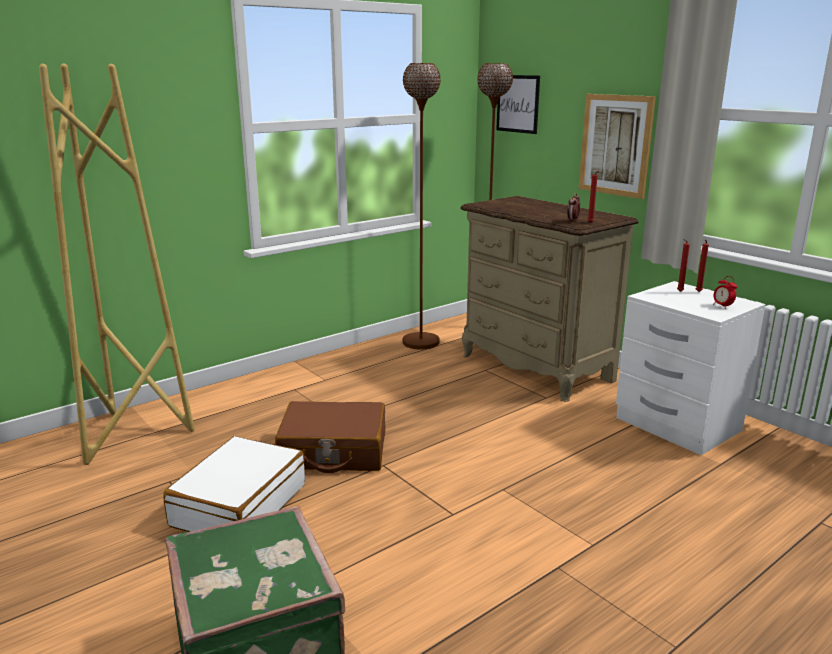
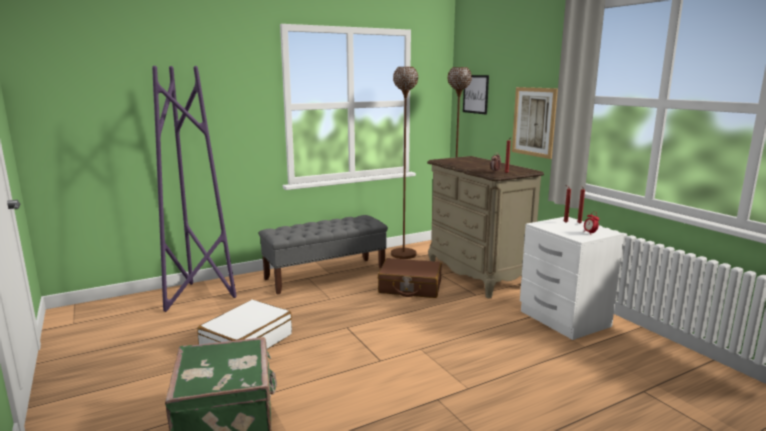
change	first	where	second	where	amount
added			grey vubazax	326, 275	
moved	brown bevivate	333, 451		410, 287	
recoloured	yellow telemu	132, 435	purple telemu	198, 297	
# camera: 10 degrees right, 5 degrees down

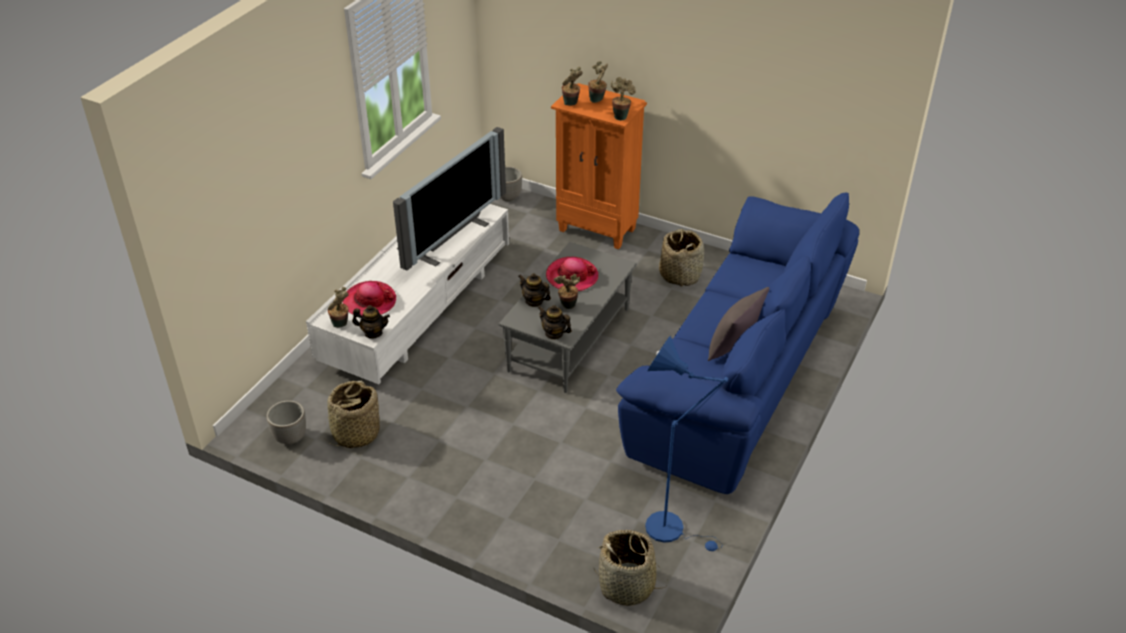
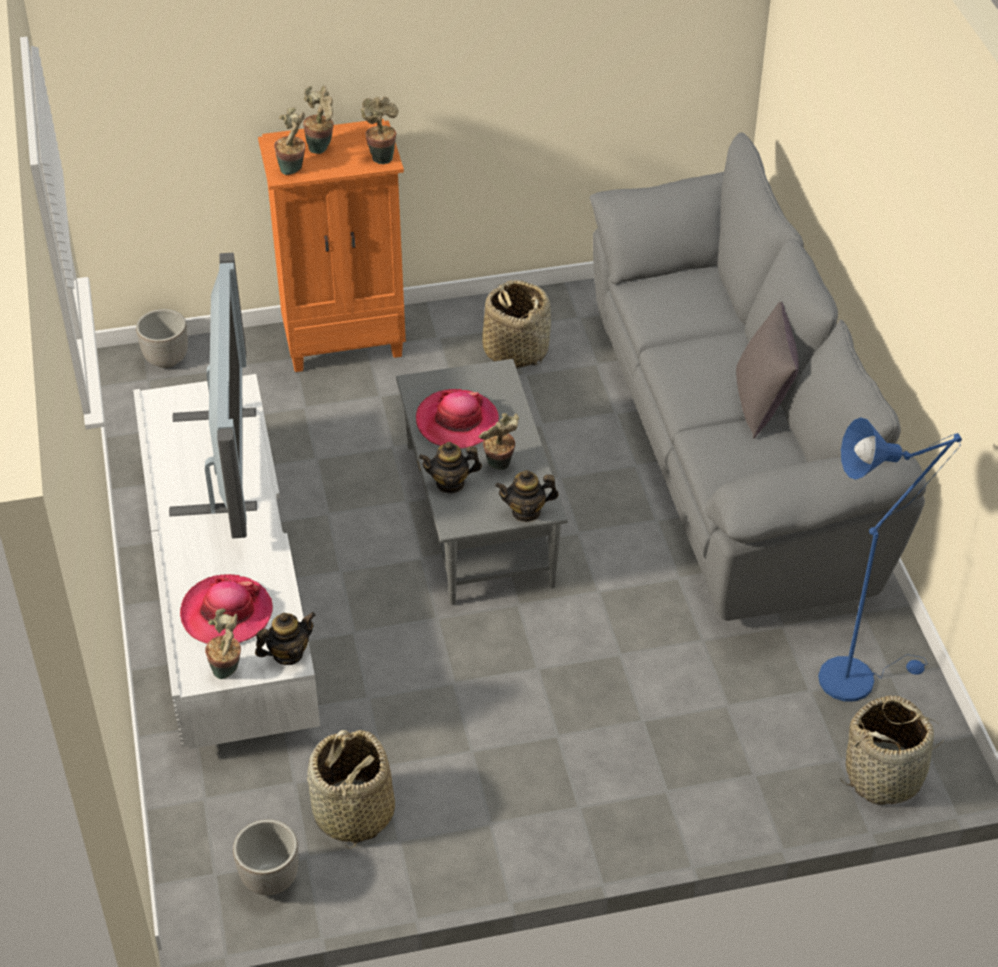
change	first	where	second	where	amount
recoloured	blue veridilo	736, 383	grey veridilo	729, 453	
# camera: 40 degrees left, 5 degrees up

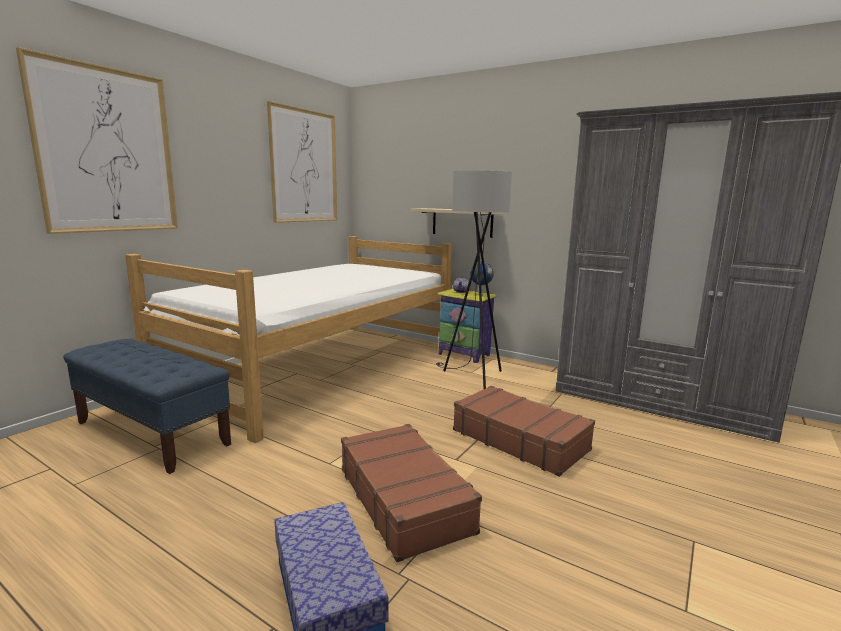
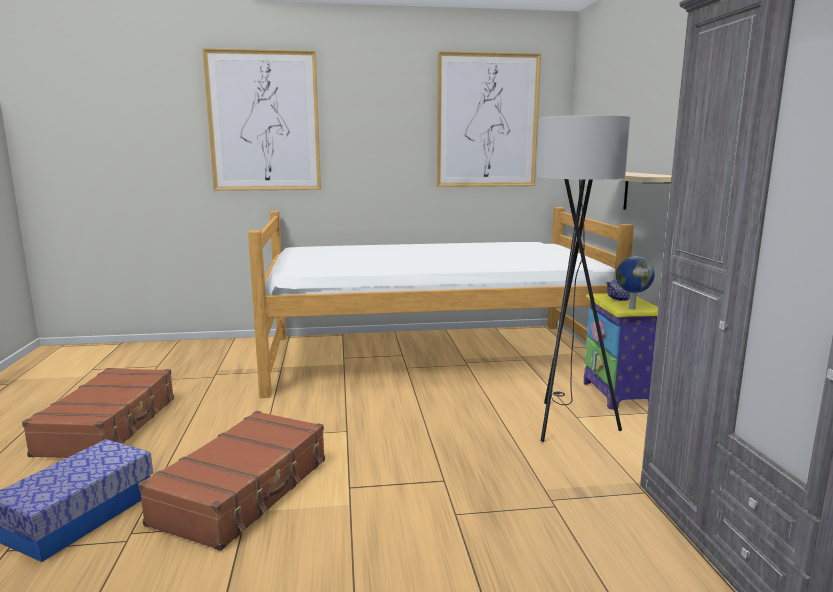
change	first	where	second	where	amount
removed	blue vubazax	152, 433			
moved	brown bevivate	520, 440		110, 425	
# camera: 50 degrees right, 0 degrees up

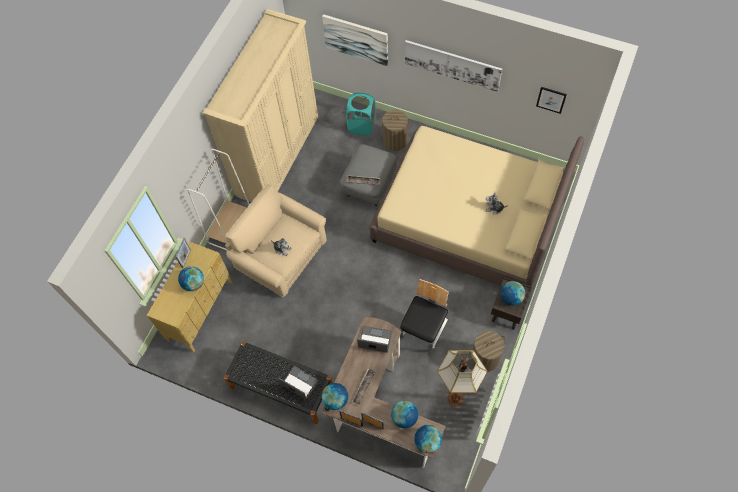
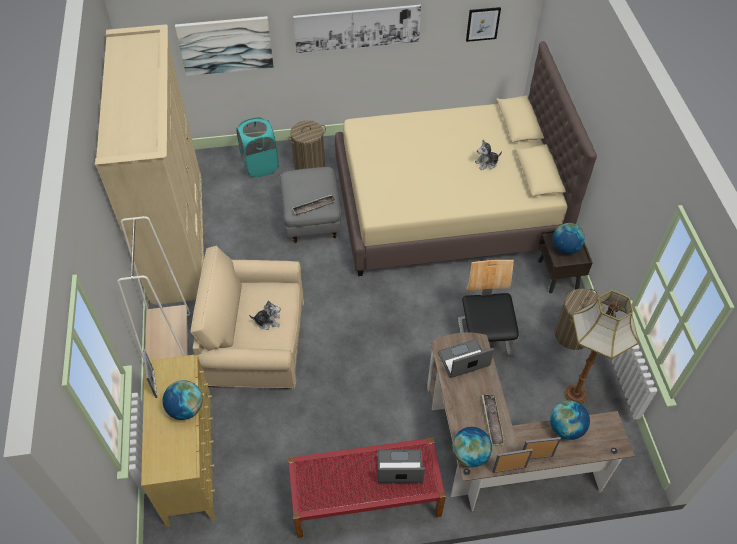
change	first	where	second	where	amount
removed	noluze	427, 441			
recoloured	black vubazax	282, 388	red vubazax	365, 498	
# camera: 35 degrees left, 10 degrees down

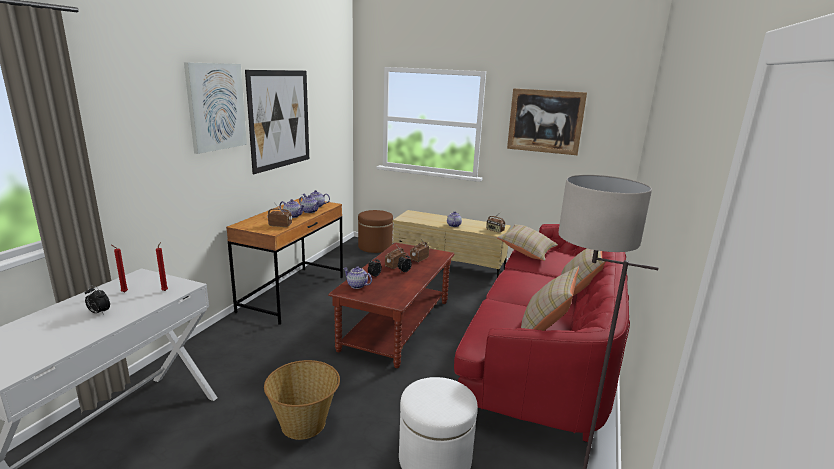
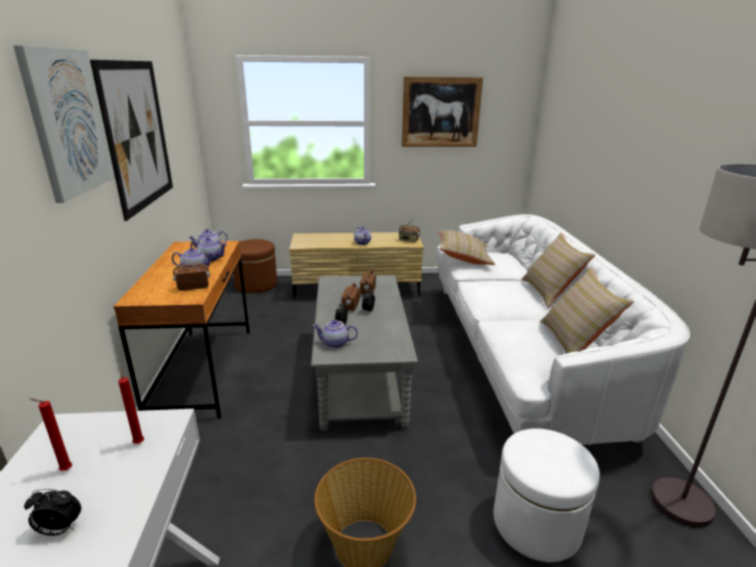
change	first	where	second	where	amount
recoloured	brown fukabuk	396, 325	grey fukabuk	360, 374	
recoloured	red veridilo	545, 346	white veridilo	519, 353	
# camera: 25 degrees left, 5 degrees up

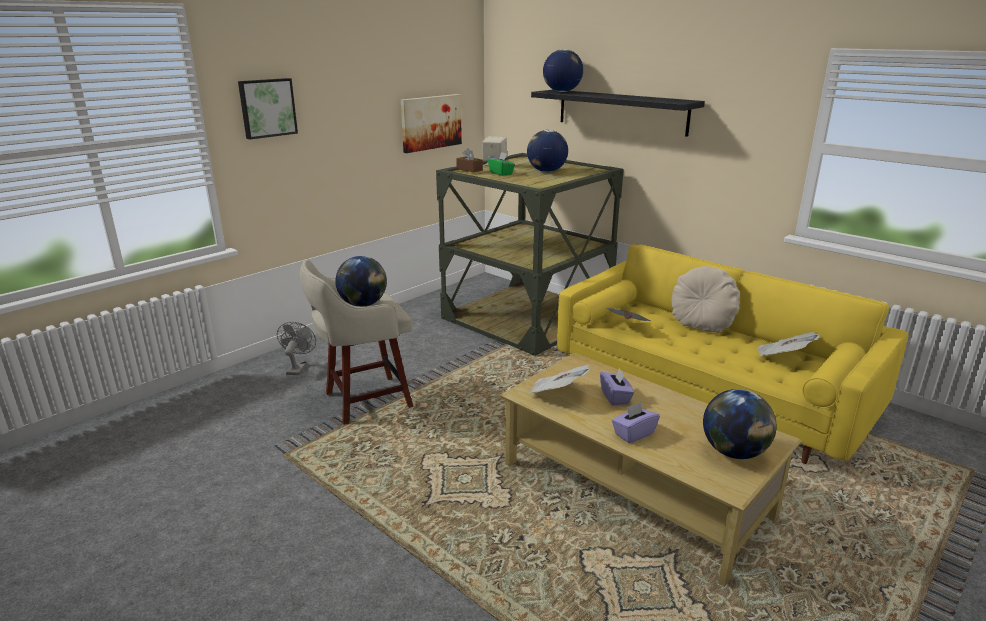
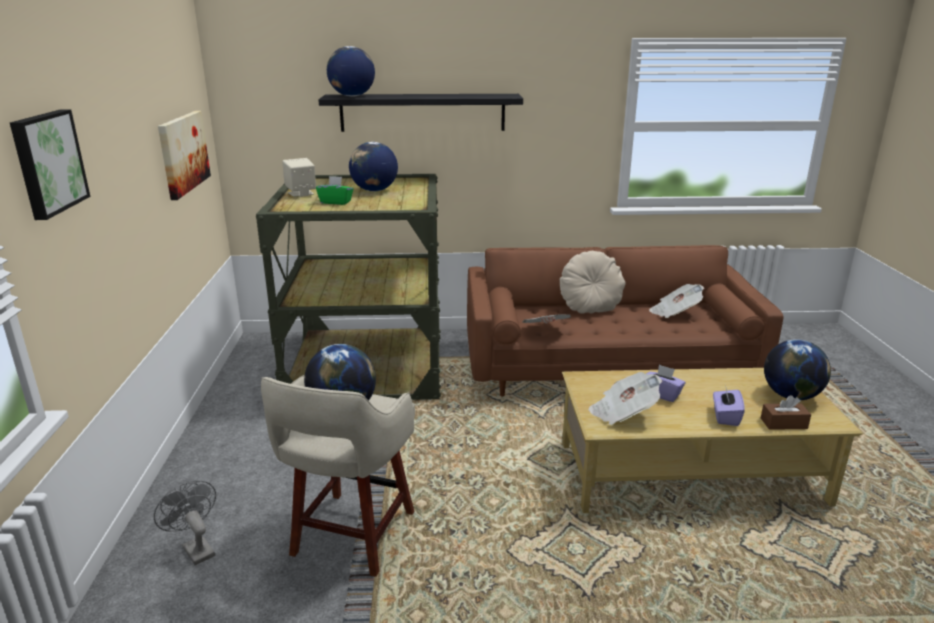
change	first	where	second	where	amount
moved	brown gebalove	469, 169		783, 423	
recoloured	yellow veridilo	710, 390	brown veridilo	606, 366	
# camera: 45 degrees left, 0 degrees up

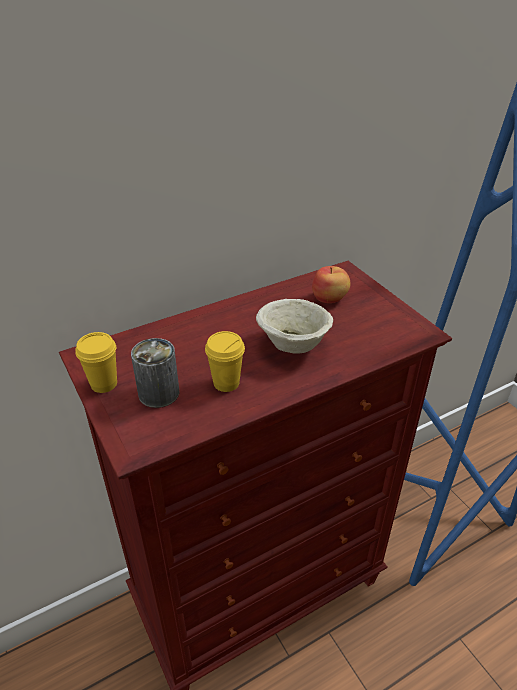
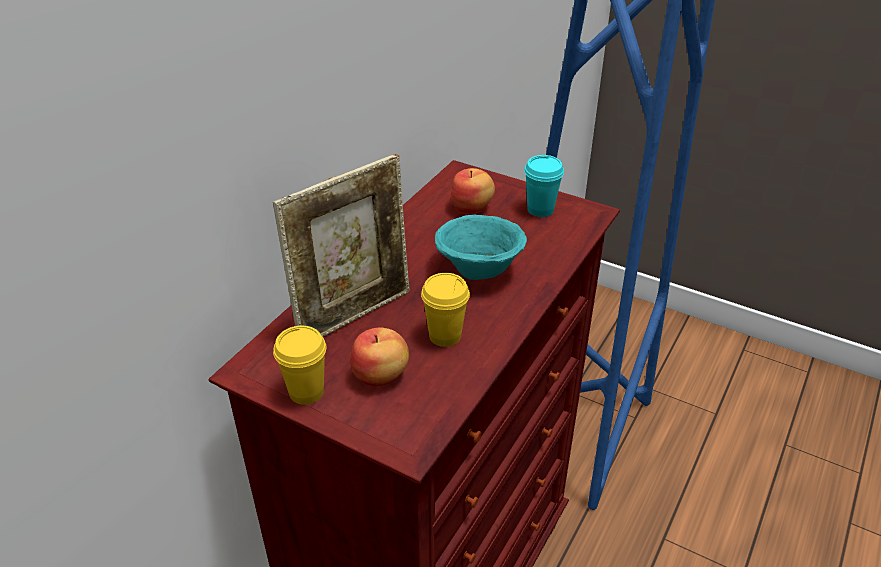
change	first	where	second	where	amount
added			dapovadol	354, 314	
added			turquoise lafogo	540, 210	
replaced	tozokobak	159, 393	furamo	381, 376	
recoloured	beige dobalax	292, 346	turquoise dobalax	478, 271	
# camera: 30 degrees left, 0 degrees up

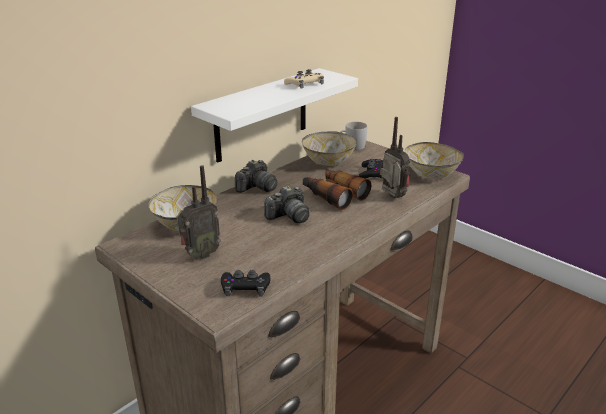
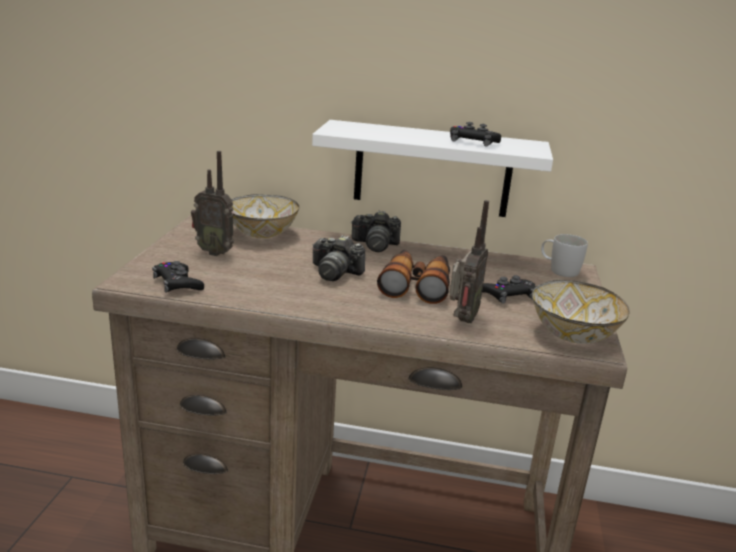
change	first	where	second	where	amount
removed	dobalax	328, 162			
recoloured	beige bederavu	305, 84	black bederavu	473, 142	
# camera: 55 degrees right, 5 degrees down

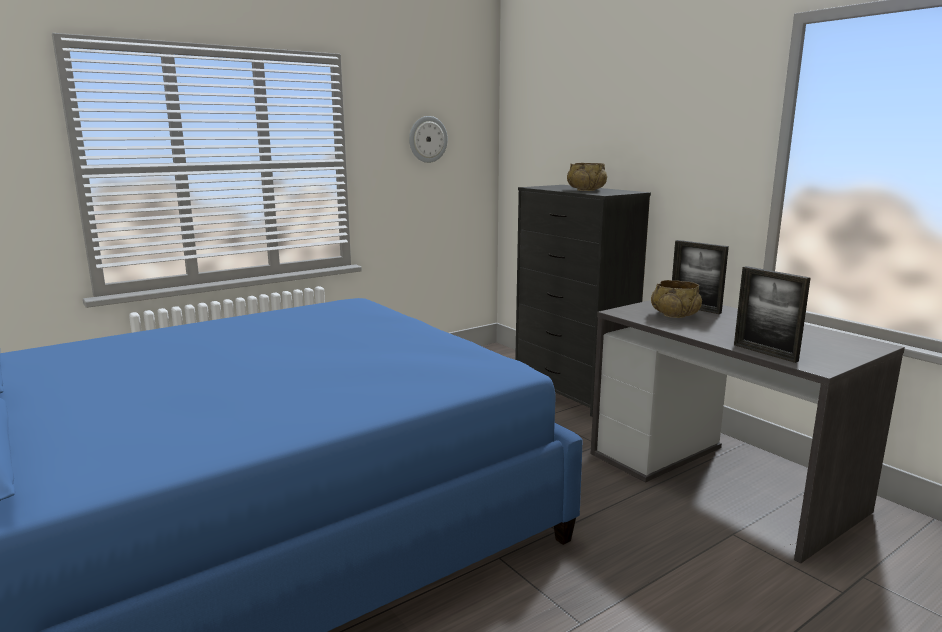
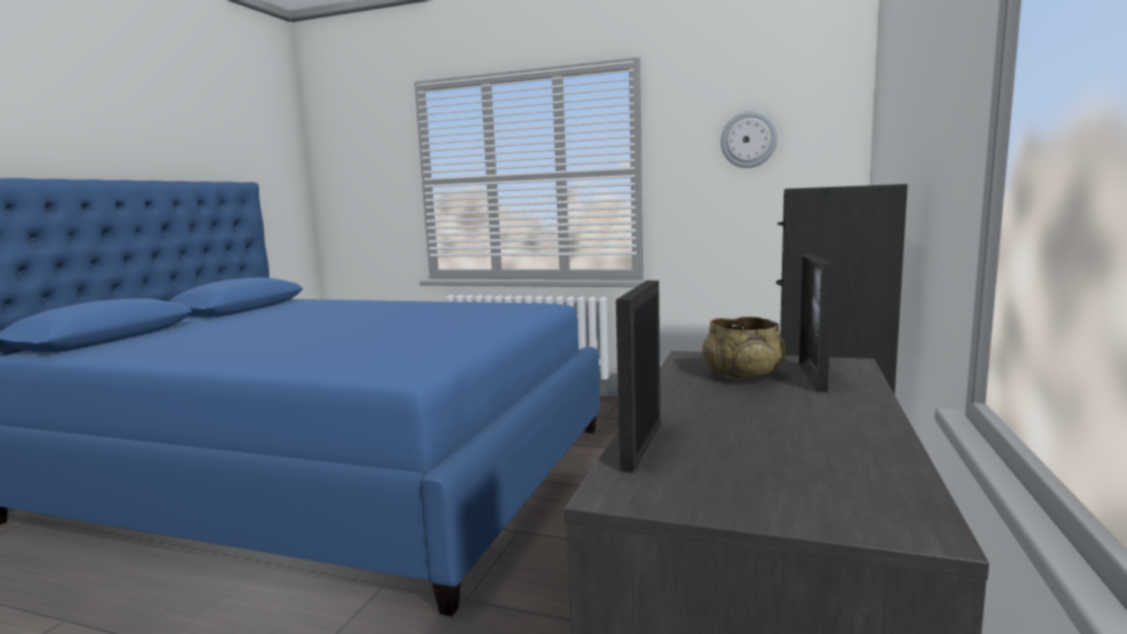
change	first	where	second	where	amount
removed	beige dobalax	586, 190			
# camera: 55 degrees right, 5 degrees down

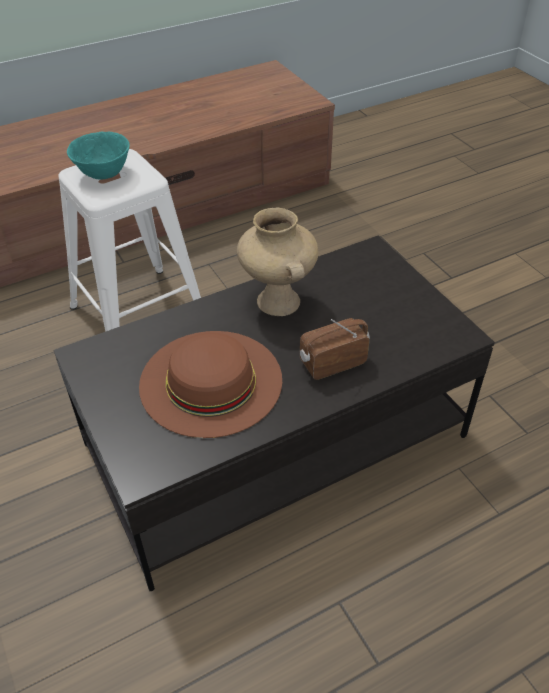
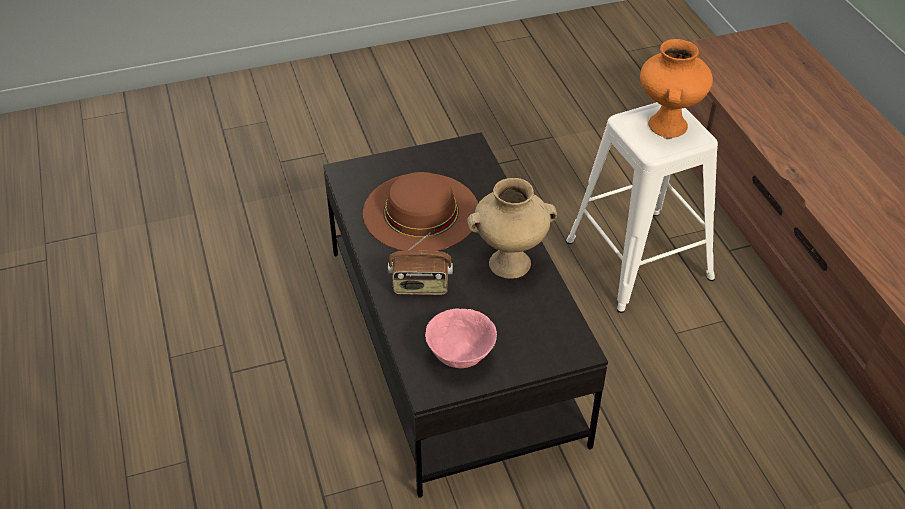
change	first	where	second	where	amount
added			pink dobalax	461, 357	
replaced	turquoise dobalax	103, 174	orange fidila	666, 124	
turned	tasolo	332, 362		420, 286	105 degrees clockwise
# camera: 100 degrees right, 0 degrees up

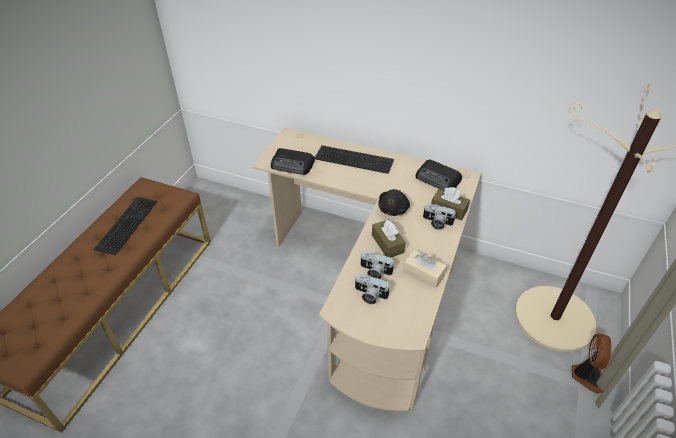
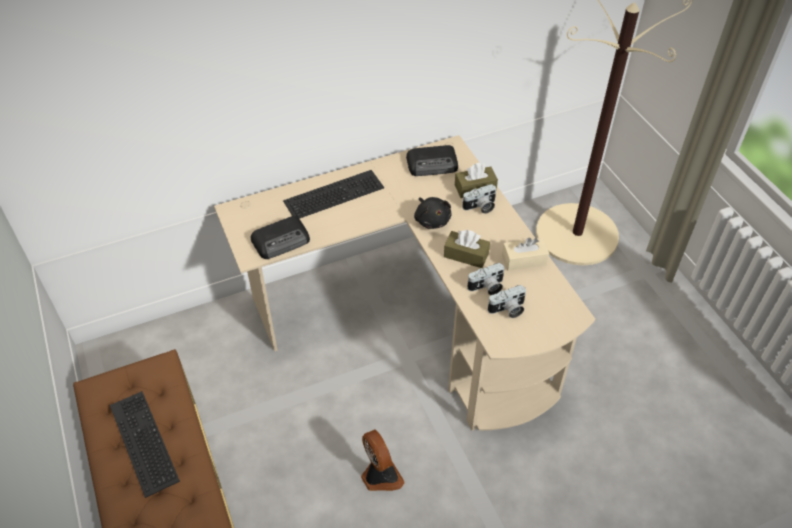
change	first	where	second	where	amount
moved	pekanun	586, 375		380, 476	
# camera: 45 degrees left, 5 degrees up

